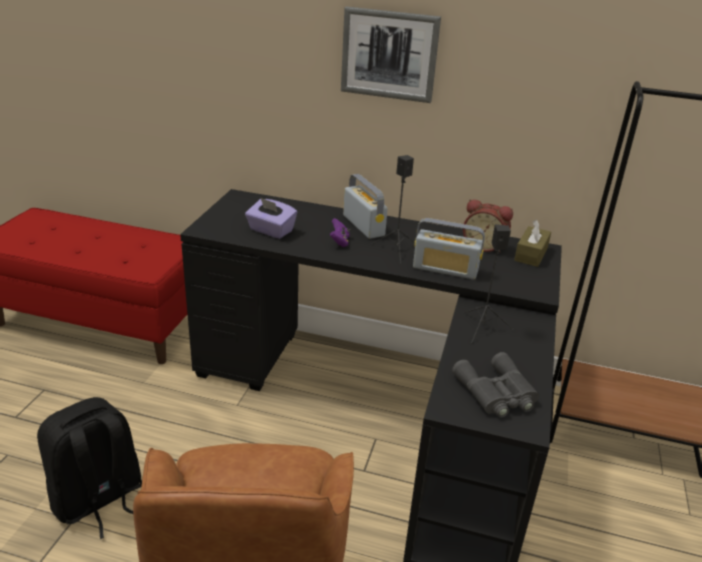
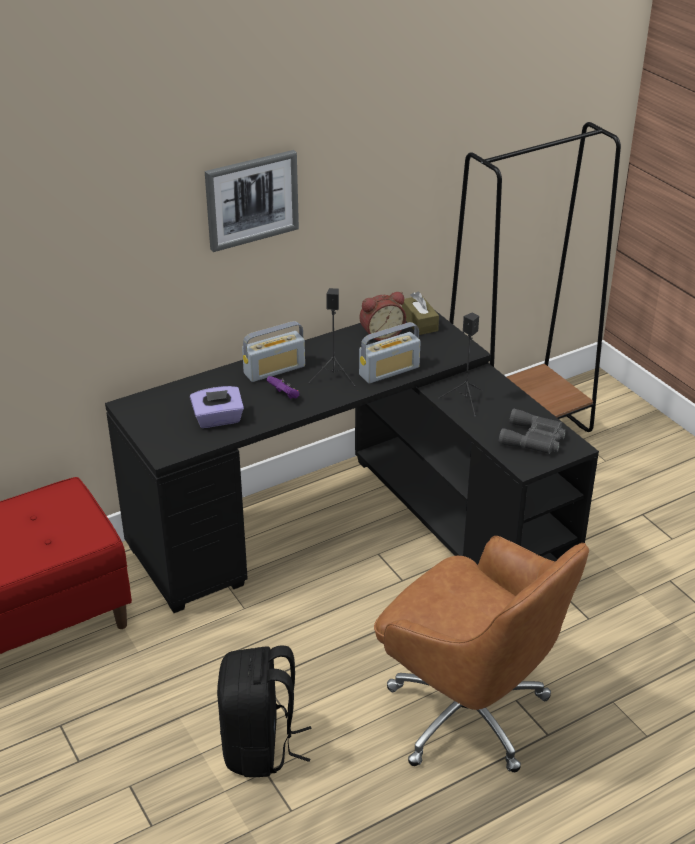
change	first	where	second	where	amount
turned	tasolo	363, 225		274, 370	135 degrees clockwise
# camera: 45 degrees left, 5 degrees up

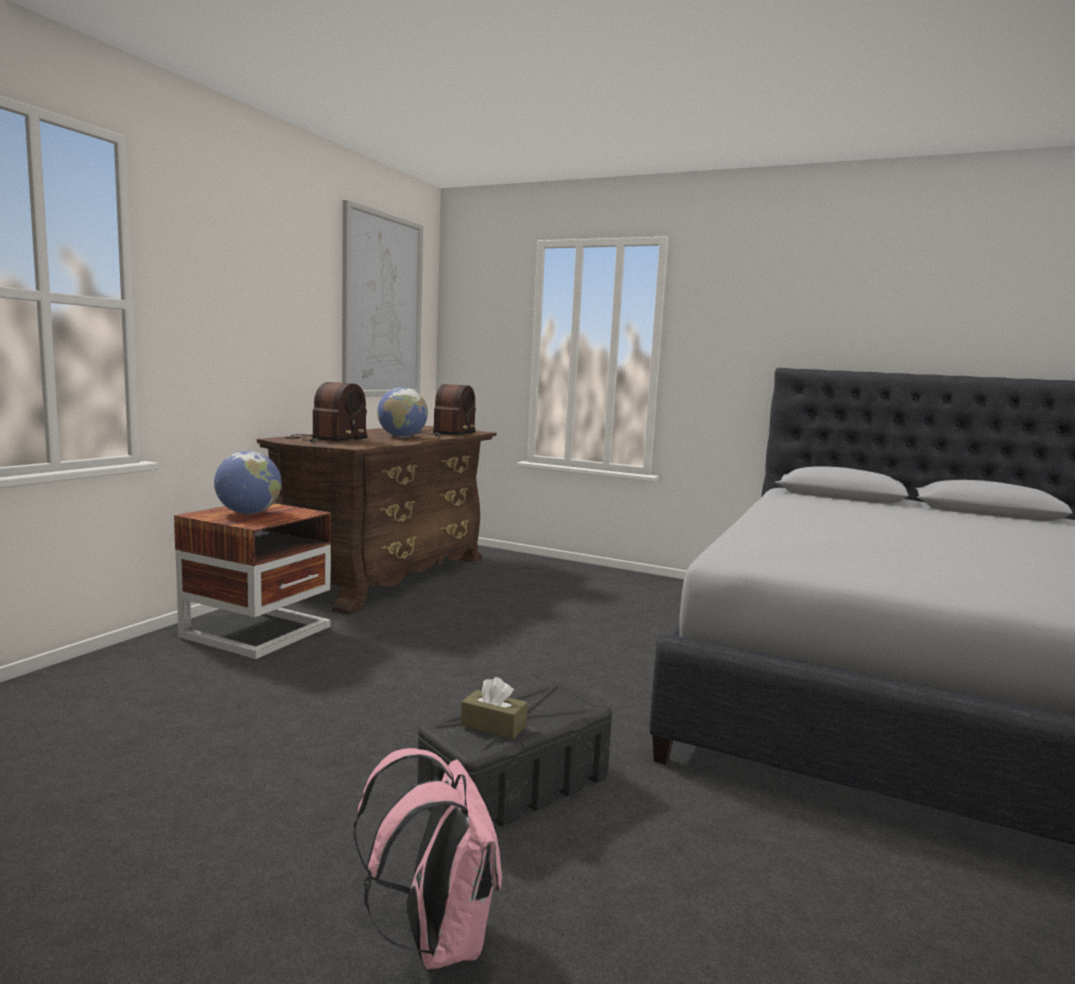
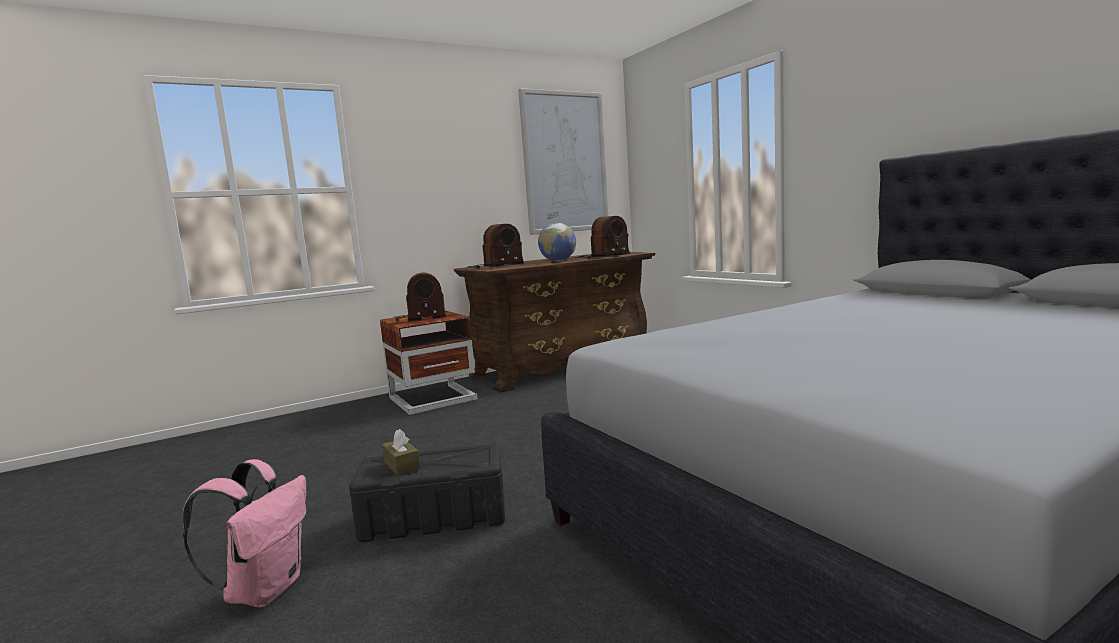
change	first	where	second	where	amount
replaced	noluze	248, 513	tasolo	420, 318	
# camera: 35 degrees right, 0 degrees up

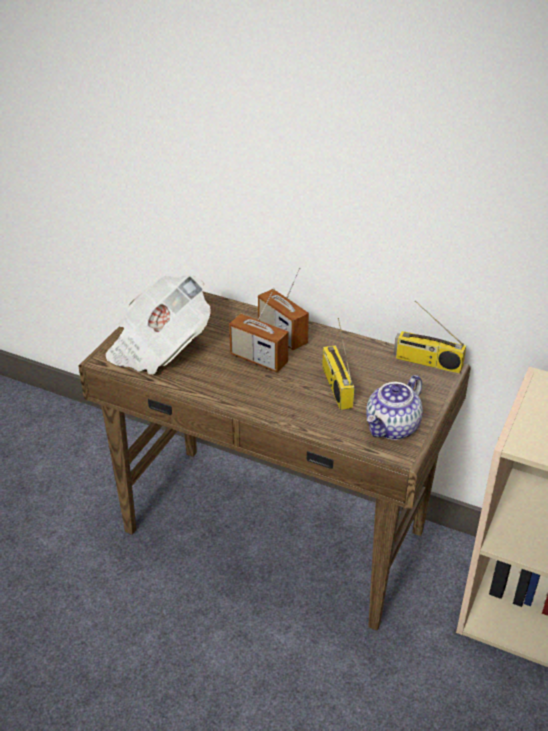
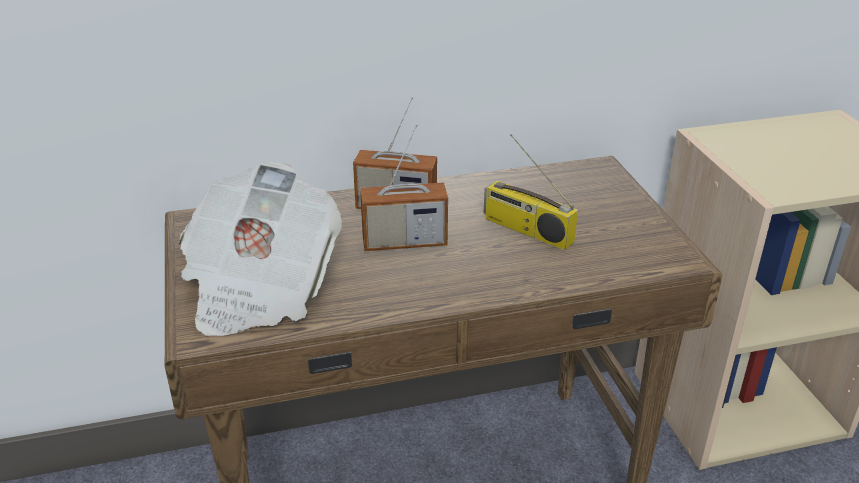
change	first	where	second	where	amount
removed	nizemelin	393, 428			
removed	tasolo	427, 362			
# camera: 40 degrees left, 5 degrees down

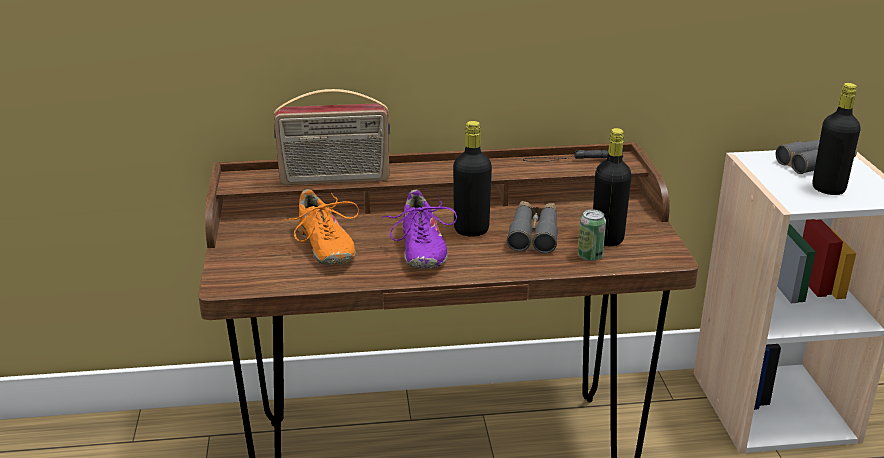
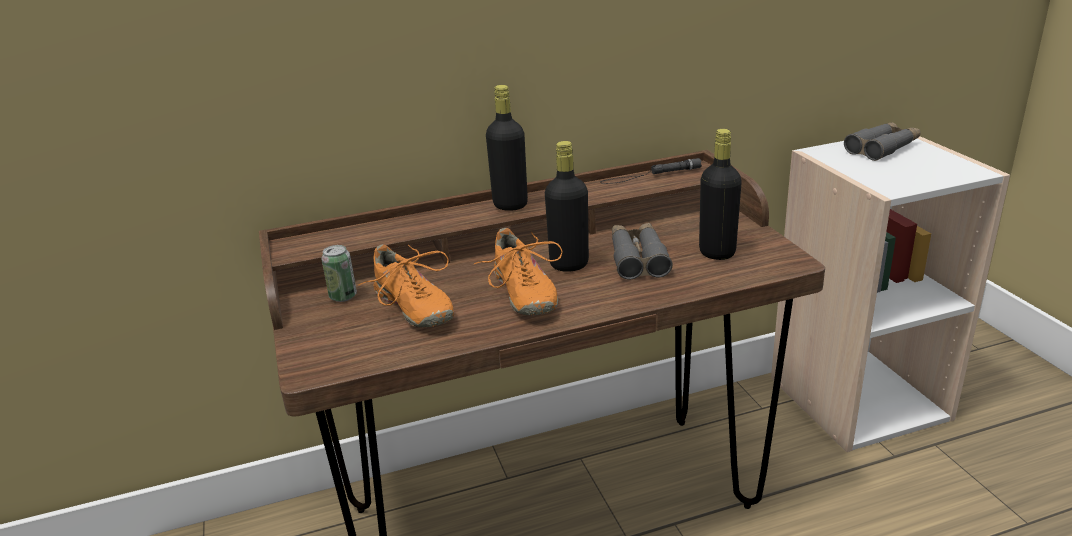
change	first	where	second	where	amount
removed	tasolo	335, 179			
moved	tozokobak	590, 256		343, 296	
moved	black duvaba	828, 189		510, 204	
recoloured	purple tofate	420, 250	orange tofate	523, 294	
# camera: 10 degrees left, 0 degrees up

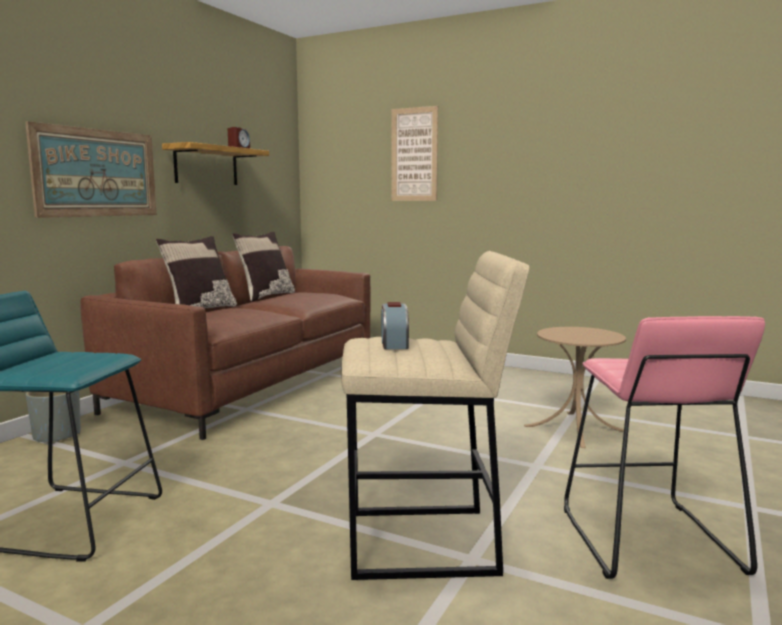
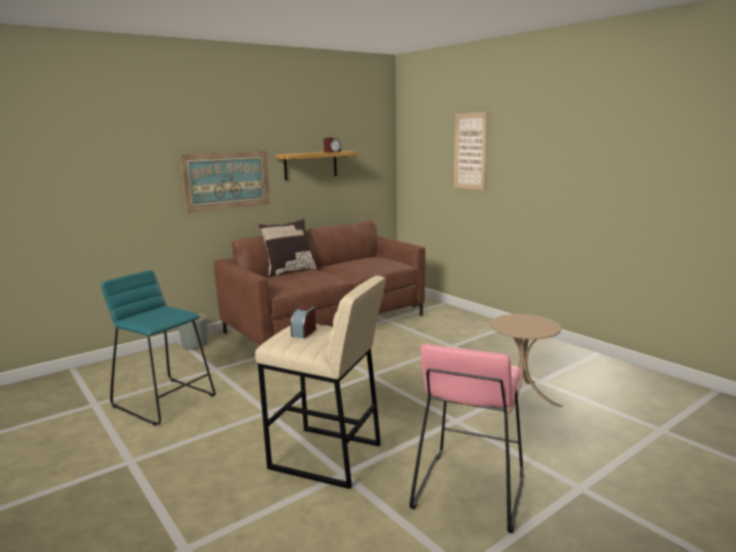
change	first	where	second	where	amount
removed	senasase	265, 296			
# camera: 25 degrees right, 5 degrees up

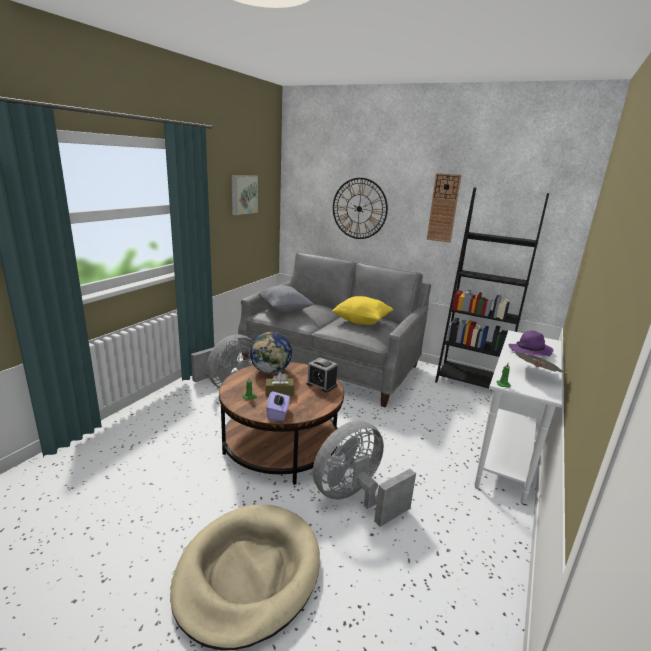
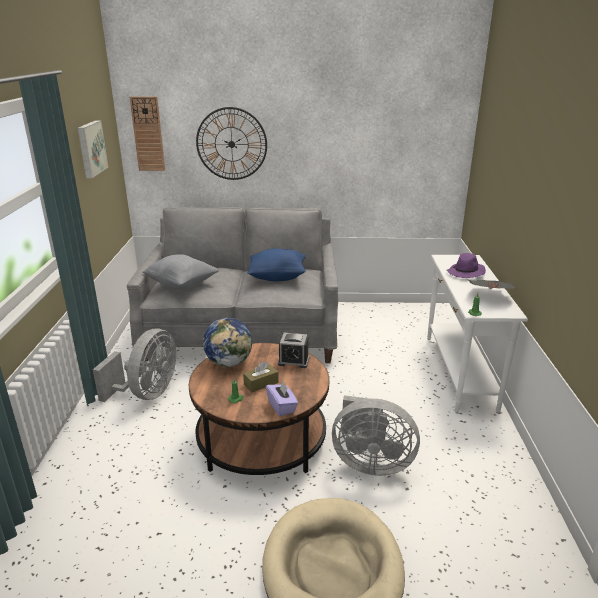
change	first	where	second	where	amount
removed	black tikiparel	470, 383			
moved	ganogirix	443, 208		148, 134	
recoloured	yellow senasase	361, 322	blue senasase	277, 277	
turned	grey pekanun	355, 498		370, 462	105 degrees counterclockwise
# camera: 25 degrees left, 5 degrees up

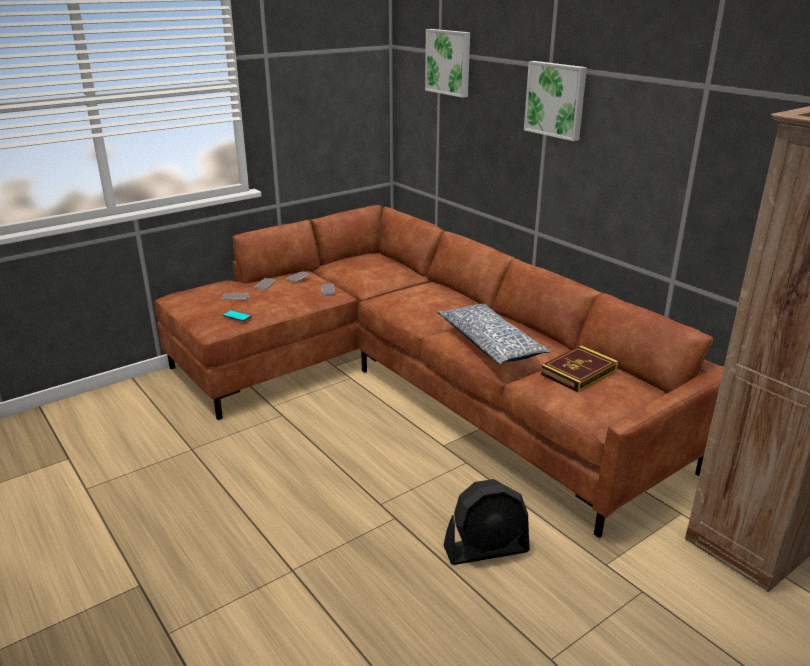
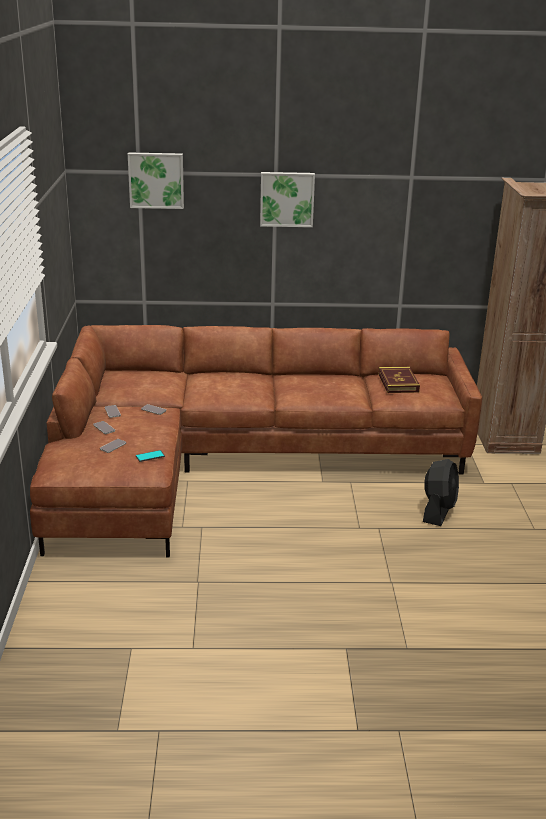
change	first	where	second	where	amount
removed	senasase	490, 344			
# camera: 55 degrees left, 0 degrees up

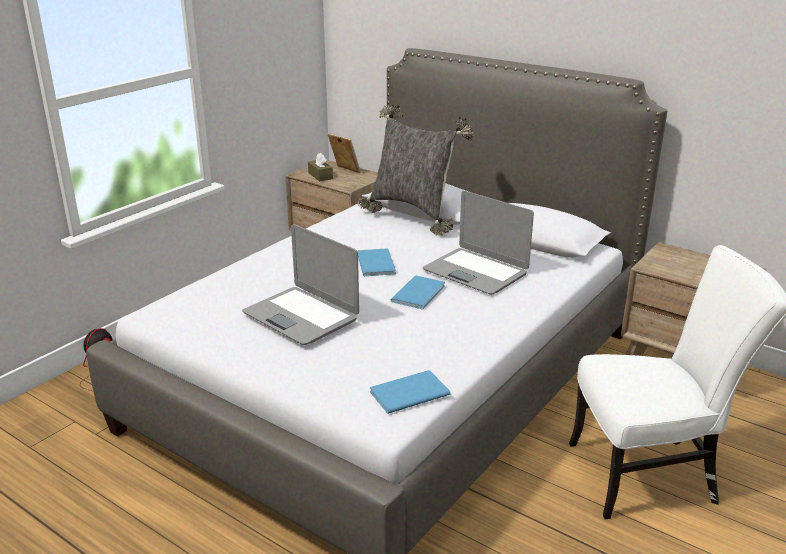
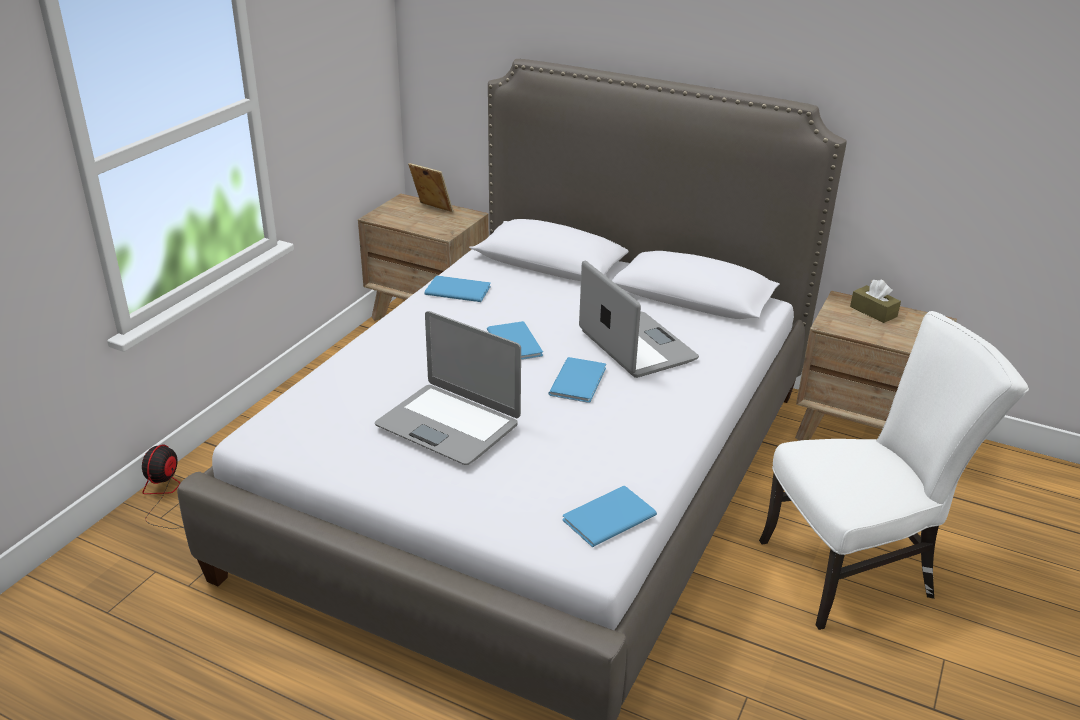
change	first	where	second	where	amount
removed	senasase	414, 219			
added			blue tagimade	457, 289	
moved	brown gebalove	320, 176		873, 311	
turned	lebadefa	475, 272		636, 346	150 degrees counterclockwise
# camera: 10 degrees left, 5 degrees up

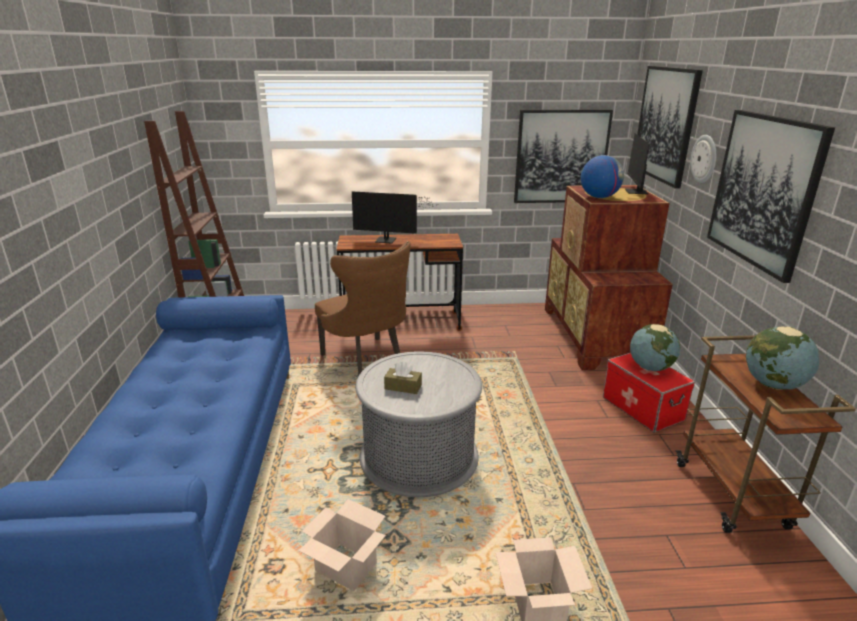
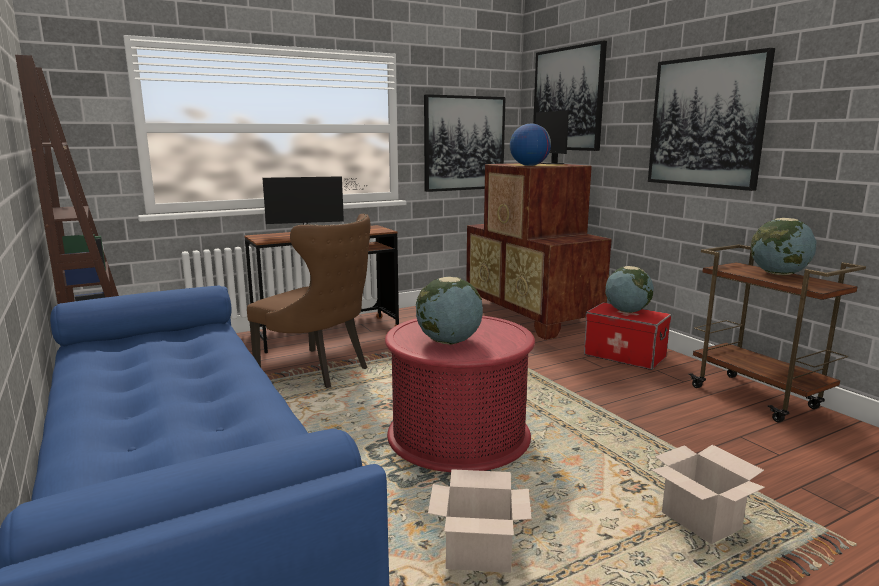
change	first	where	second	where	amount
removed	ganogirix	704, 159			
replaced	brown gebalove	403, 387	noluze	448, 342	
recoloured	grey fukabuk	419, 456	red fukabuk	458, 435	
# camera: 25 degrees left, 10 degrees down

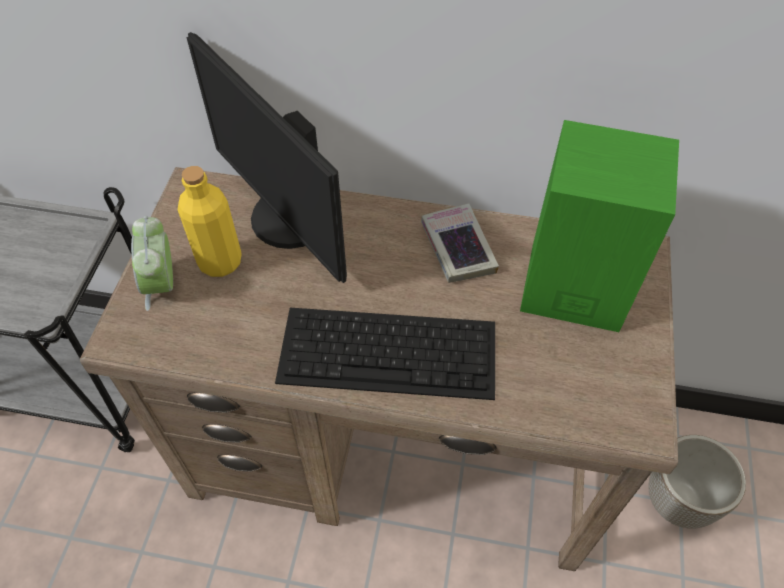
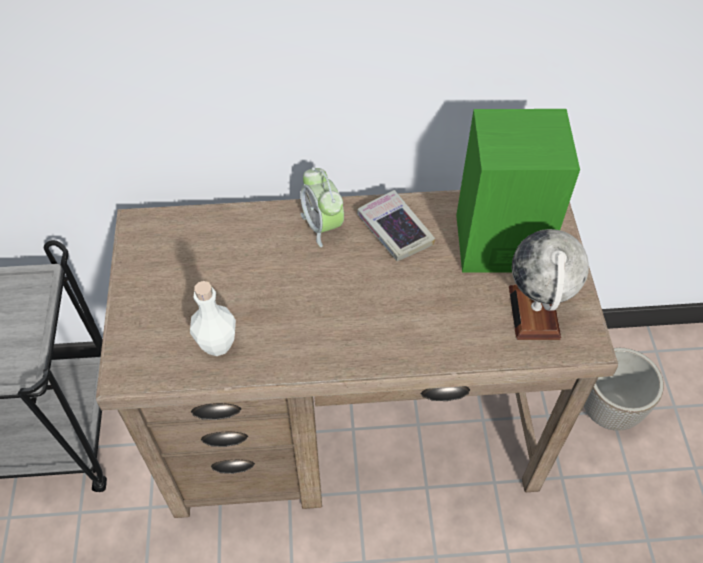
change	first	where	second	where	amount
removed	yellow duvaba	220, 261			
removed	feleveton	287, 220			
removed	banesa	390, 351			
added			white duvaba	217, 344	
added			noluze	534, 312	
moved	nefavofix	162, 284		322, 225	
# camera: 15 degrees left, 0 degrees up

